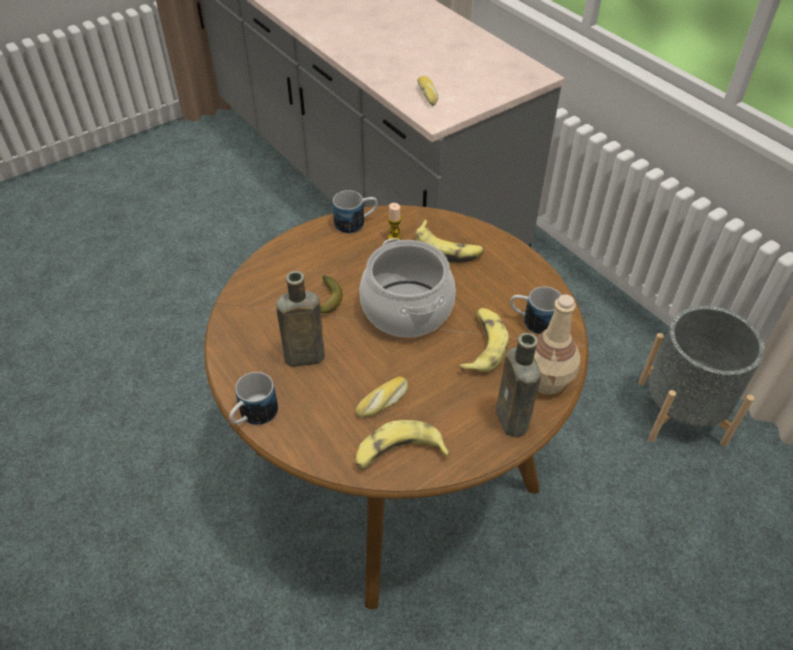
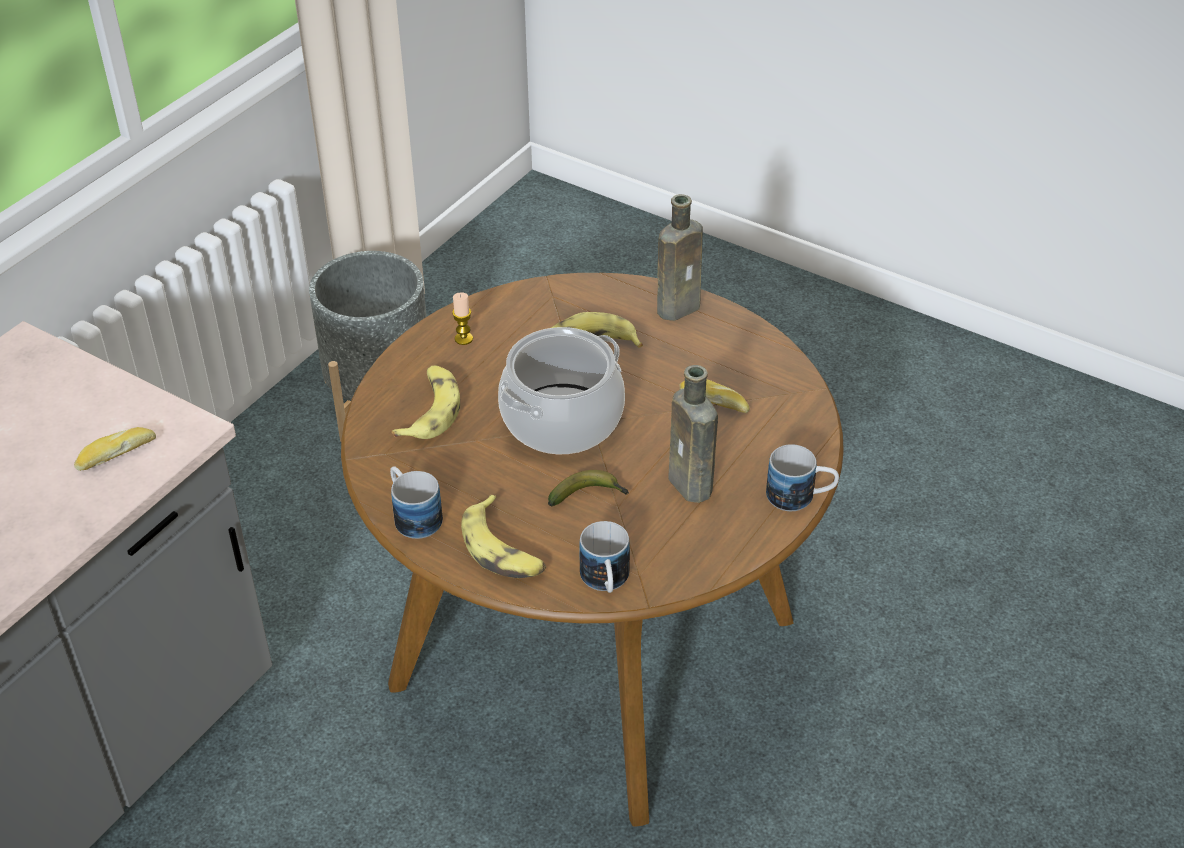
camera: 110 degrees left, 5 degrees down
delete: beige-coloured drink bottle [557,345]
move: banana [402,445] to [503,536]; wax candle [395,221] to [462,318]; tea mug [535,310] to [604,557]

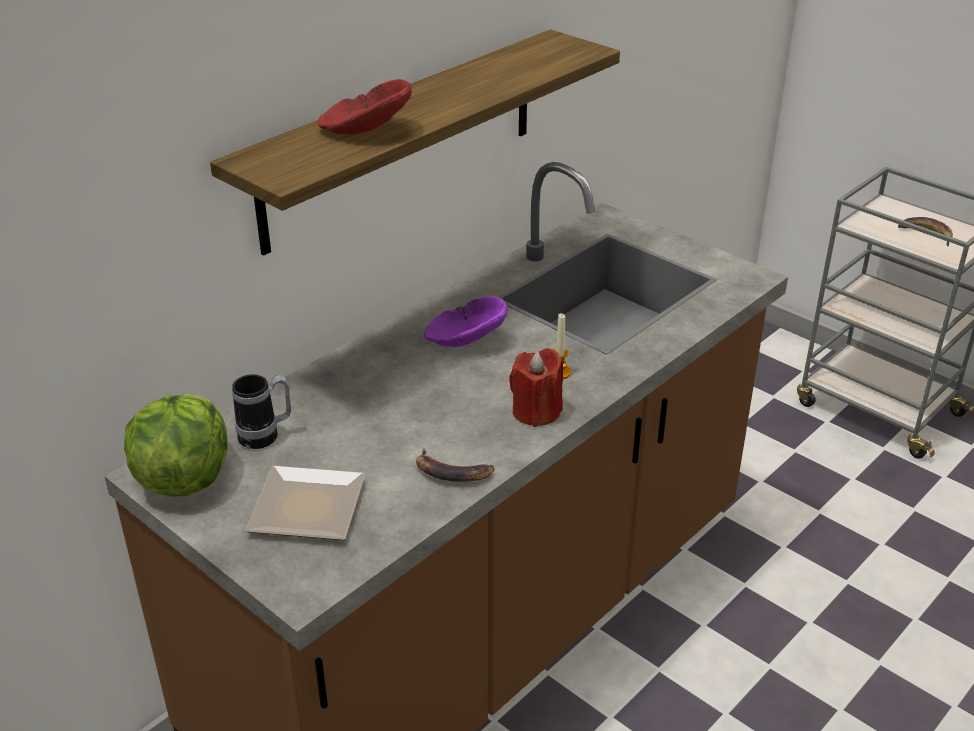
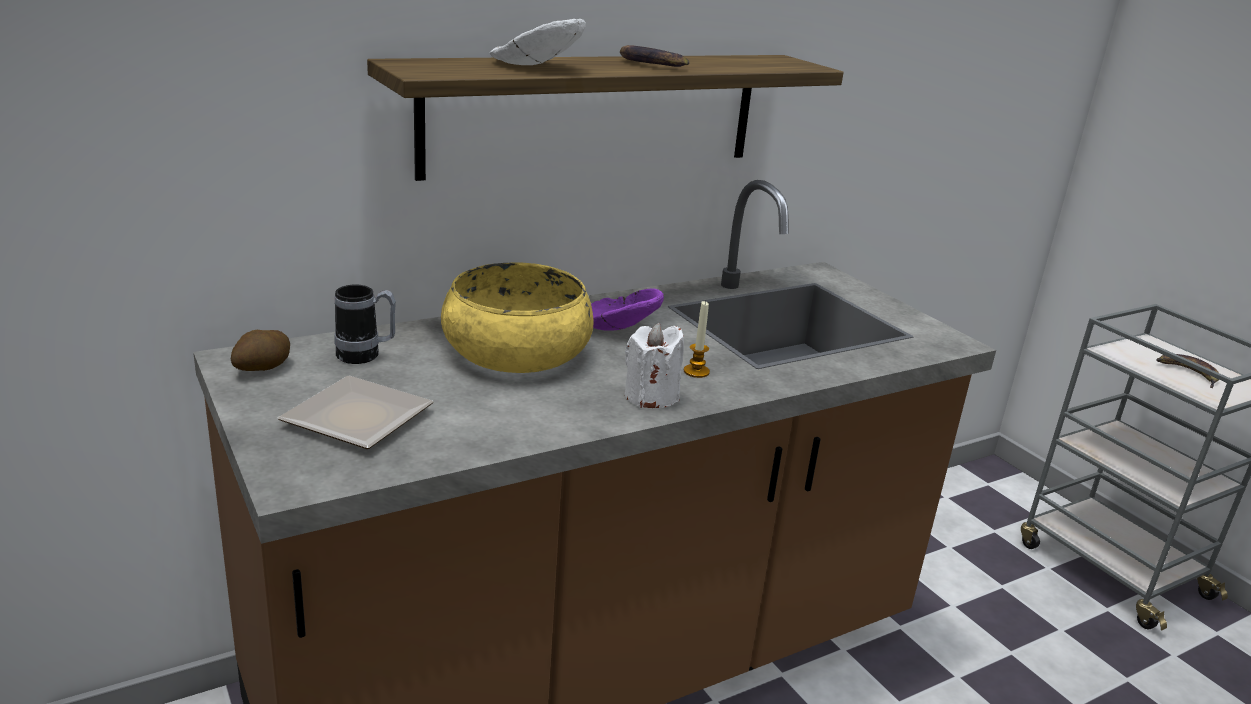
camera: 15 degrees right, 10 degrees down
insert: yellow serving bowl [517,317]
move: banana [455,465] to [655,56]
replace: lettuce head [175,445] to spud [260,350]
recolor: red-coloured serving bowl [365,107] to white-coloured serving bowl [537,42]; red-coloured wax candle [536,387] to white-coloured wax candle [654,365]

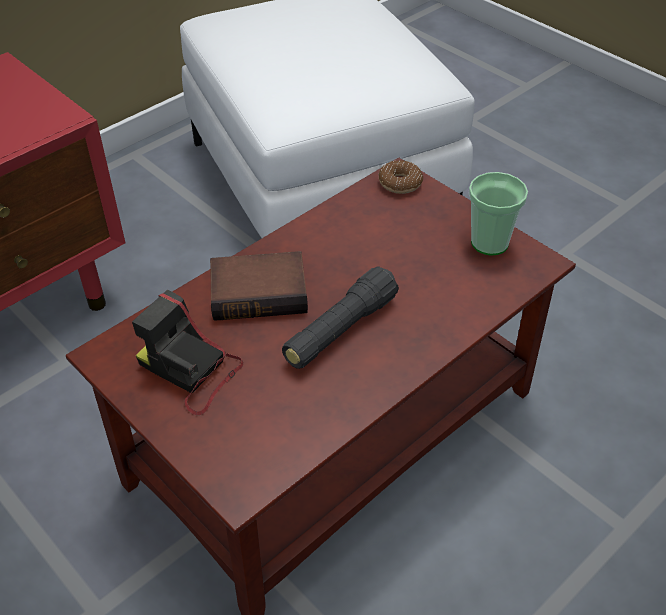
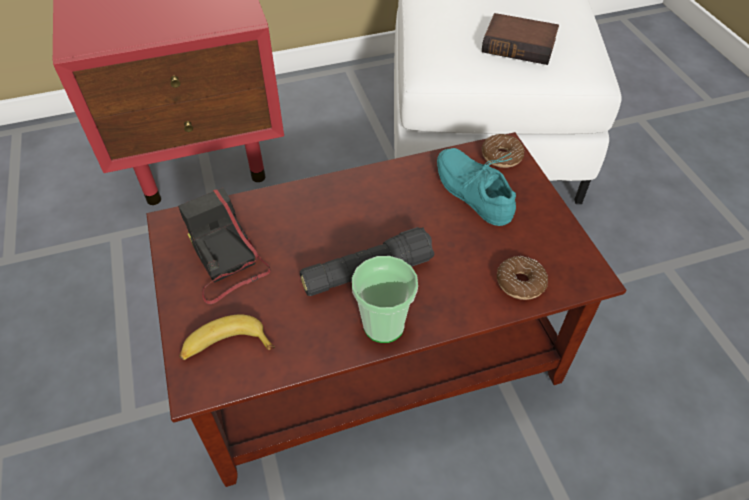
camera: 25 degrees right, 5 degrees up
insert: banana [227,337]; blue-green shoe [476,187]; ring doughnut [522,278]
move: book [259,286] to [520,39]; small cup [498,214] to [385,299]

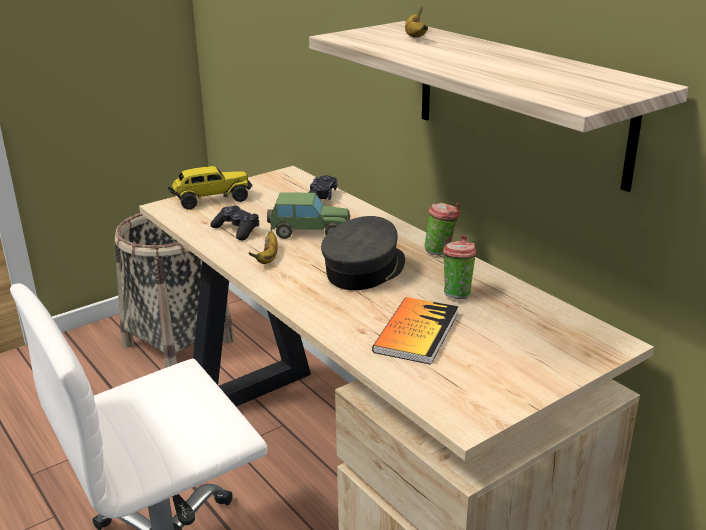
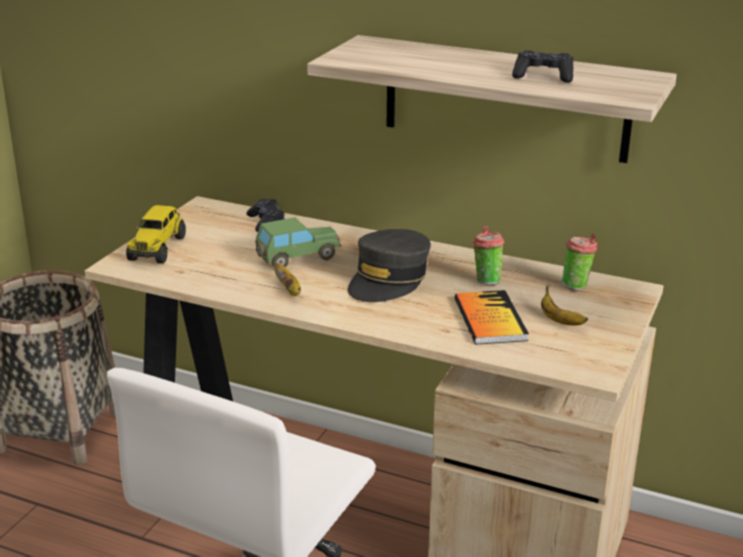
camera: 30 degrees left, 0 degrees up
move: black-coloured game controller [234,222] to [542,66]; banana [416,22] to [564,306]; small cup [442,229] to [580,262]
rotate: toy truck [209,188] = [156,234] 150 degrees clockwise; grey baseball cap [363,253] = [389,265] 150 degrees counterclockwise

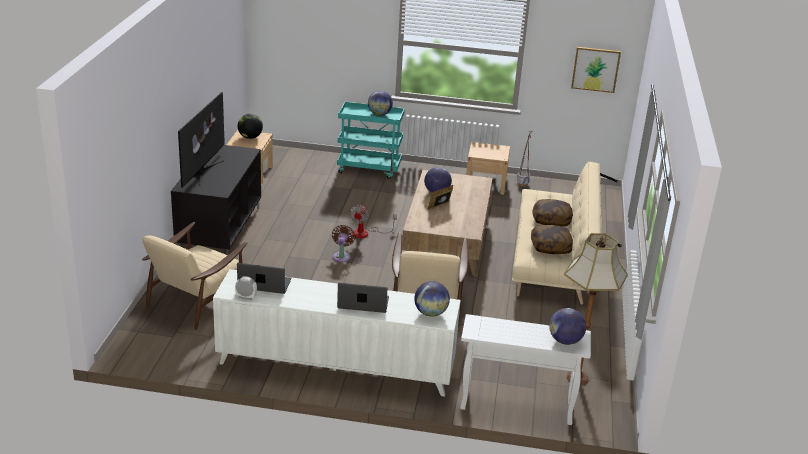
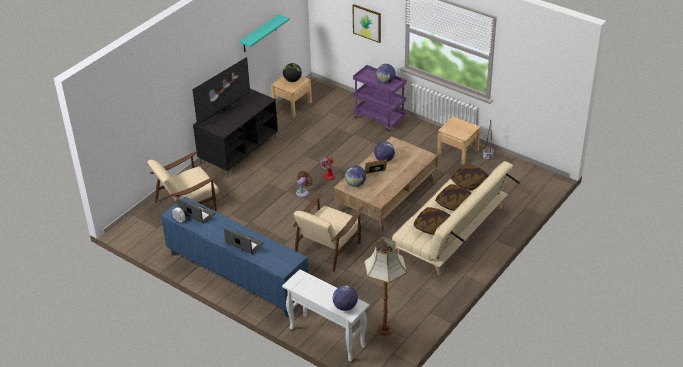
camera: 30 degrees right, 10 degrees up
insert: blue-green shelf [264,33]; pillow [470,177]
move: desk globe [432,299] to [355,176]; wall picture [596,70] to [366,23]
recolor: white-coloured cupboard [337,333] to blue-coloured cupboard [234,257]; blue-green trolley [371,140] to purplish trolley [379,98]

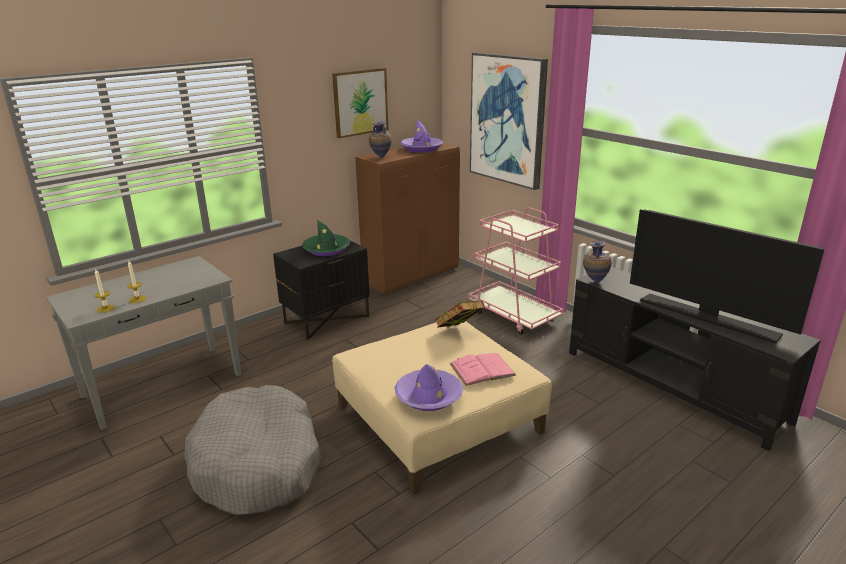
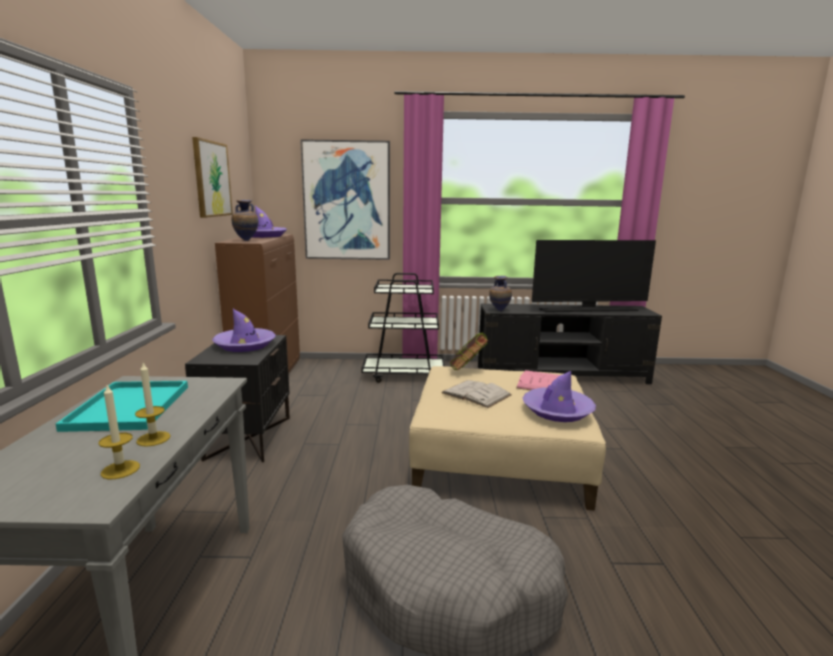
camera: 50 degrees left, 10 degrees down
insert: blue-green tray [122,406]; white-coloured book [476,394]
recolor: greenish wearable hat [326,238] to purplish wearable hat [244,330]; pink trolley [515,271] to black-coloured trolley [403,328]

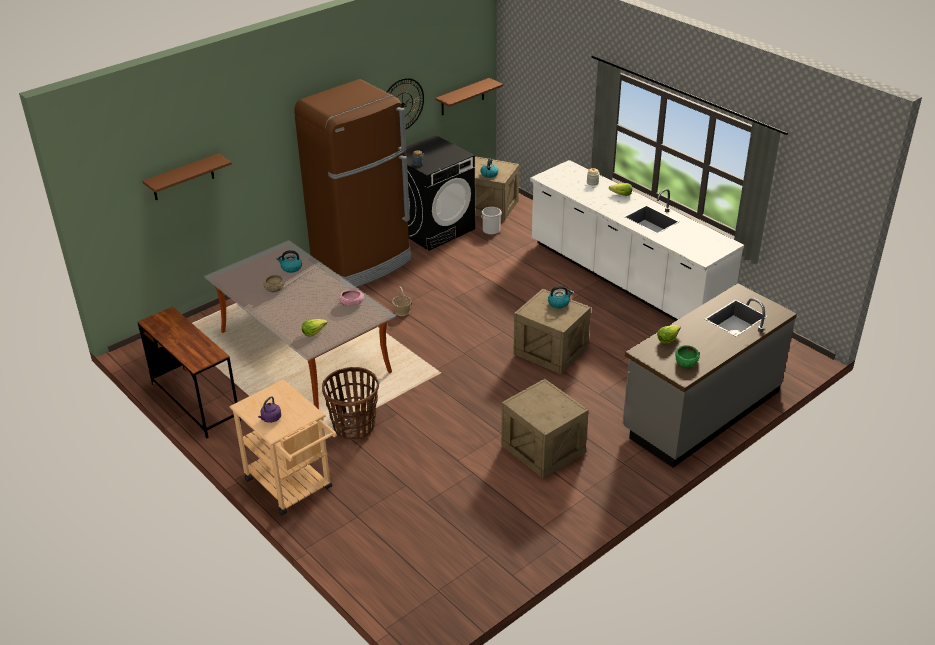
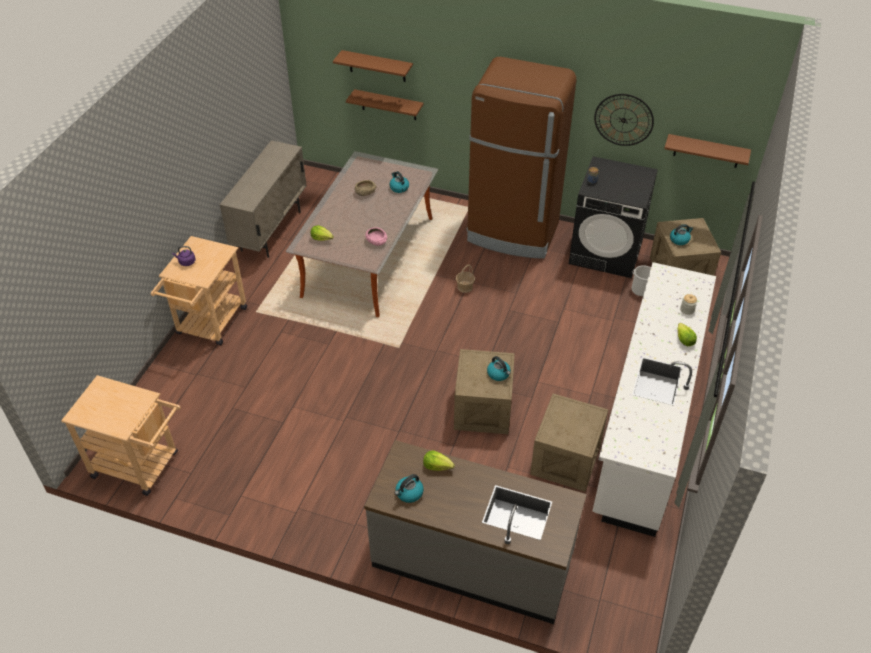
camera: 60 degrees right, 10 degrees up
delete: storage basket [350,403]
insert: beige-coloured trolley [121,435]; brown-coloured shelf [385,104]
move: crate [545,429] to [569,443]
replace: brown-coloured desk table [189,372] to beige-coloured cupboard [263,199]; greenish serving bowl [687,356] to tea kettle [409,488]

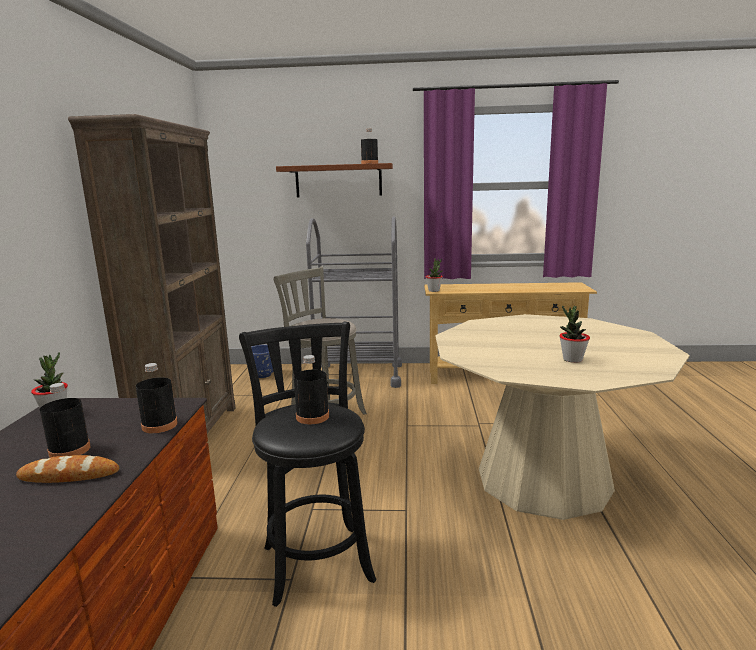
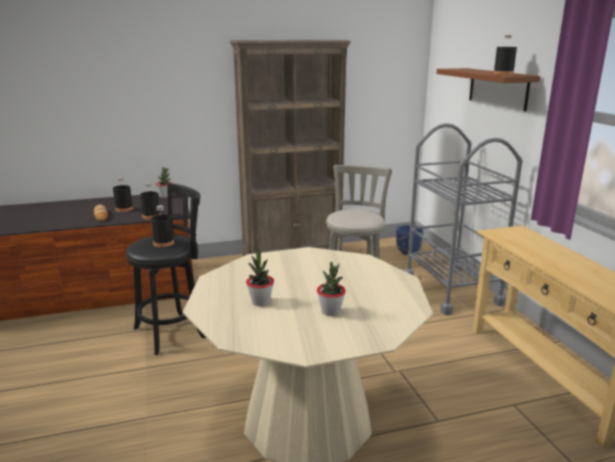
camera: 70 degrees right, 5 degrees up
move: plant in a pot [434,275] to [331,289]

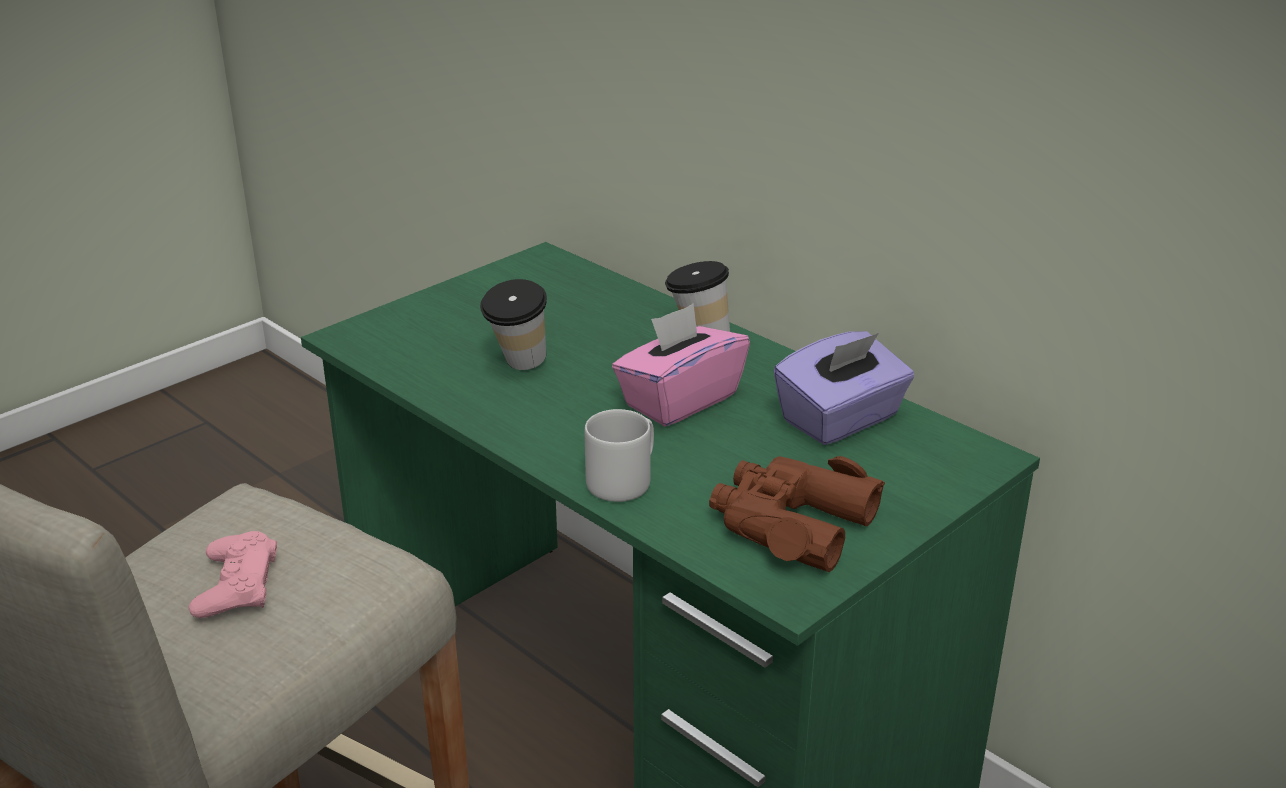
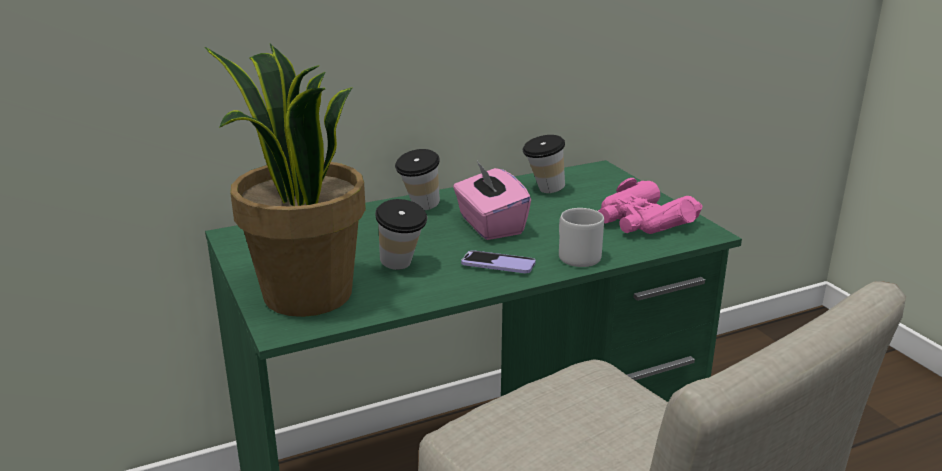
camera: 70 degrees left, 5 degrees down
delete: pink game controller [233,574]
insert: plant in a pot [285,180]; telephone [498,261]
replace: purplish box of tissues [844,388] to small cup [543,164]
recolor: brown-coloured binoculars [797,514] to pink binoculars [650,206]

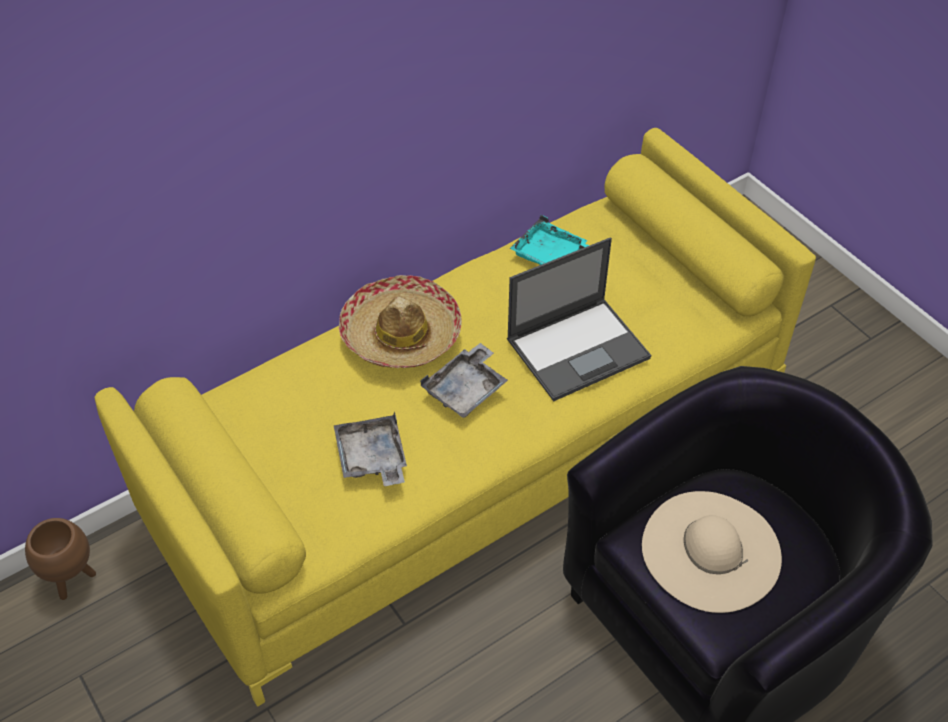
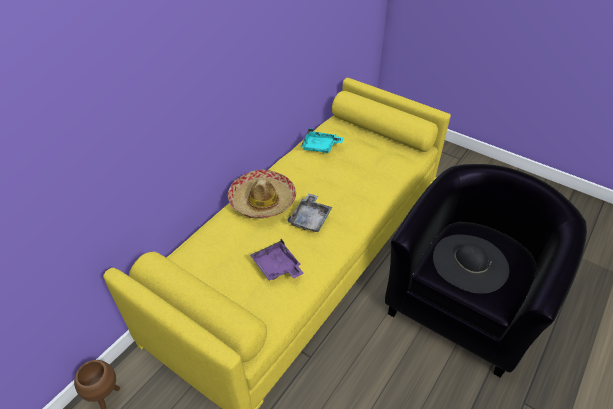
camera: 20 degrees left, 5 degrees down
delete: laptop [579,320]
recolor: grey tray [370,449] to purplish tray [277,260]; beige-coloured wearable hat [712,552] to black-coloured wearable hat [471,264]

